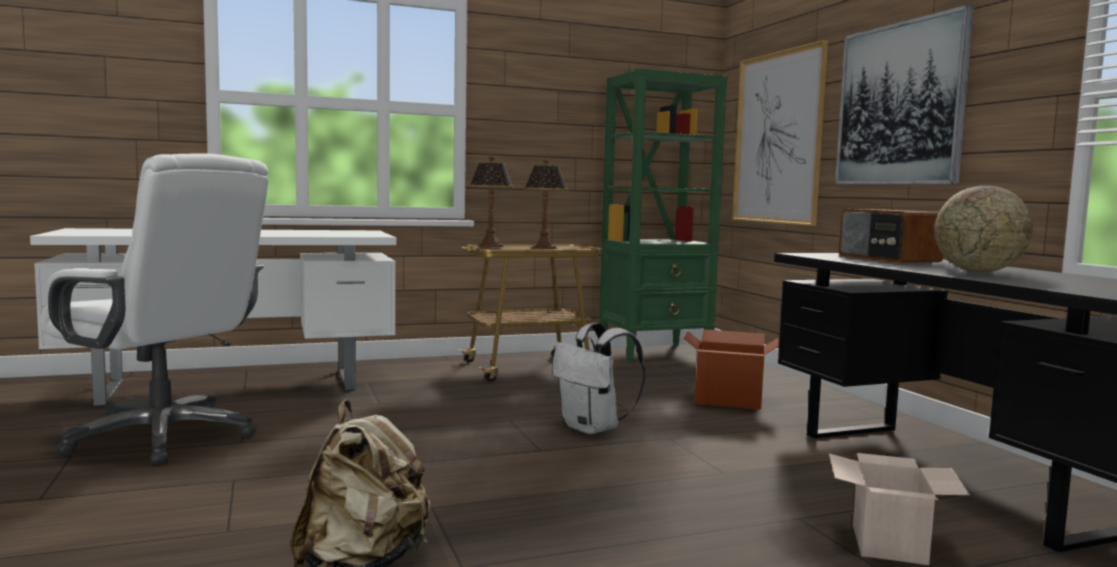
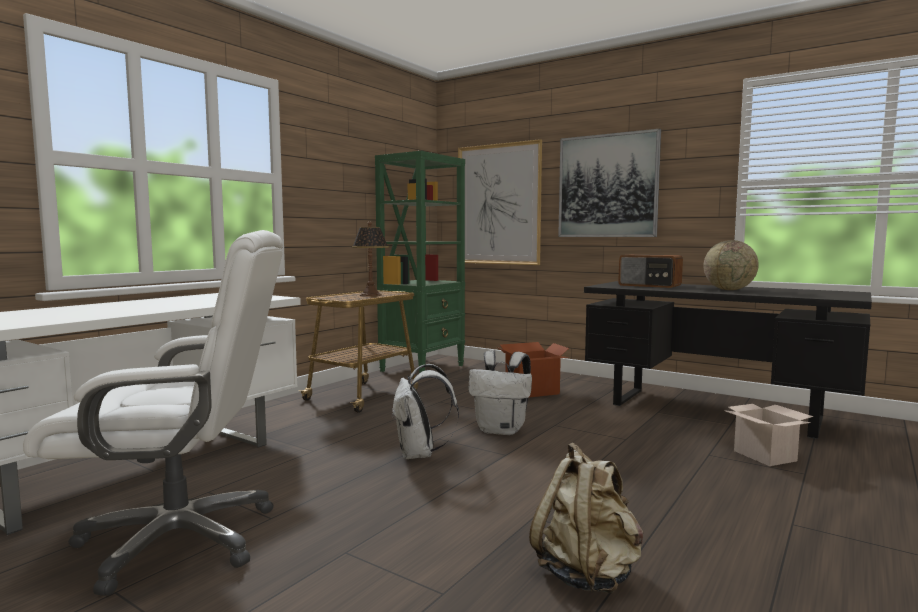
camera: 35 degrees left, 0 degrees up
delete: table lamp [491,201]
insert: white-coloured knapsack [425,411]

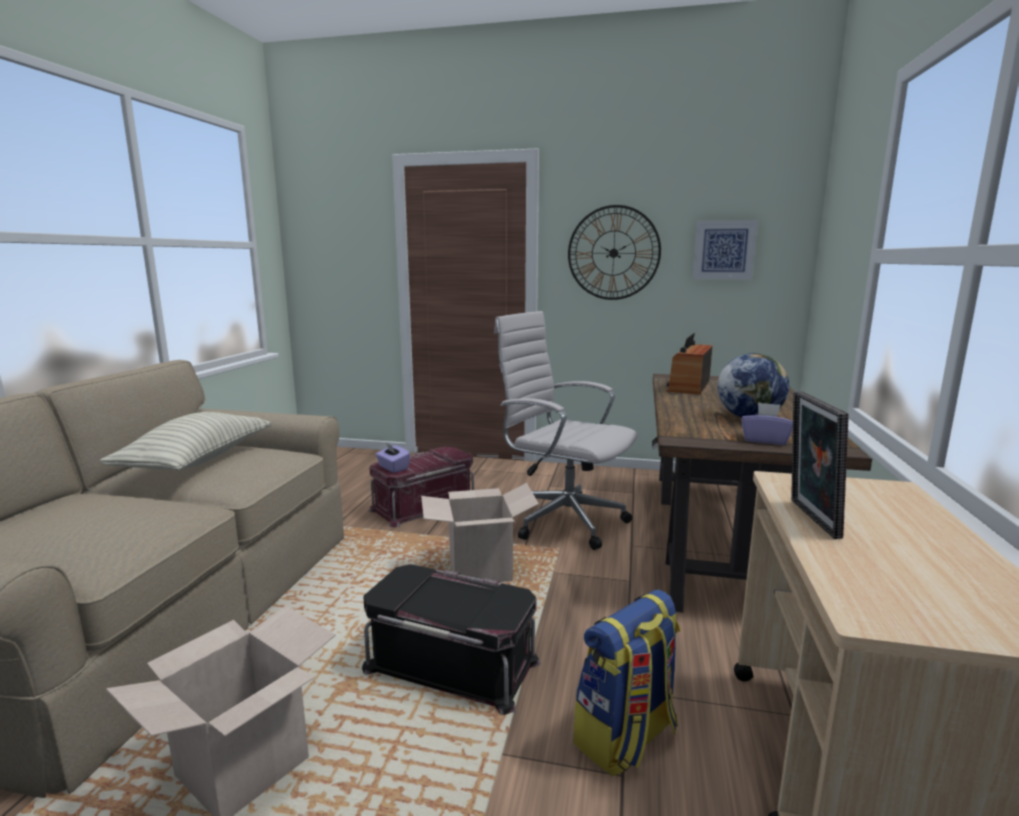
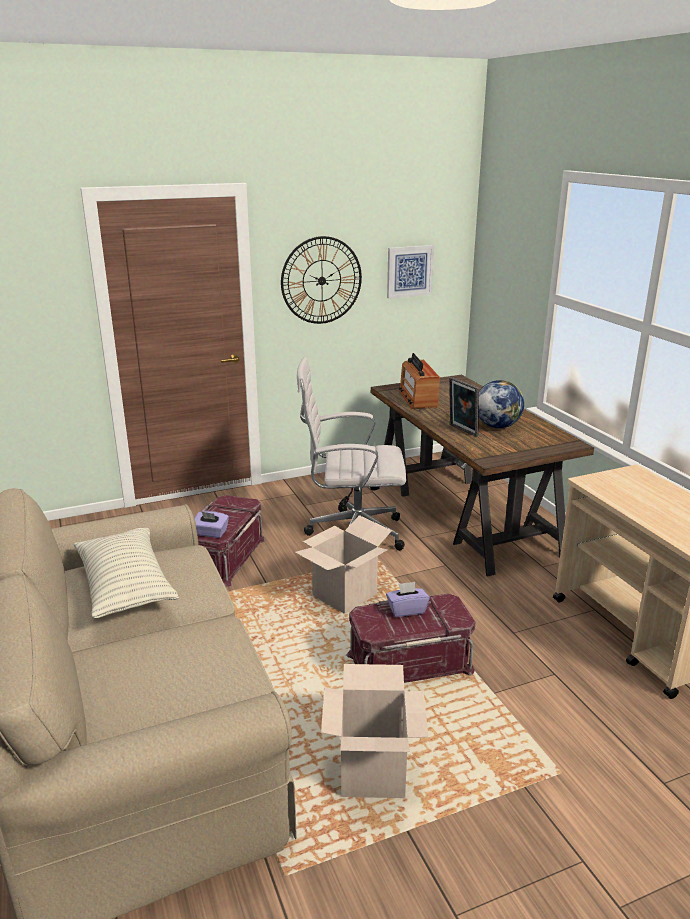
camera: 35 degrees left, 10 degrees up
delete: knapsack [627,683]
move: purplish box of tissues [767,423] to [408,599]; picture frame [820,465] to [464,407]
recolor: black-coloured storage bin [451,639] to red-coloured storage bin [411,638]

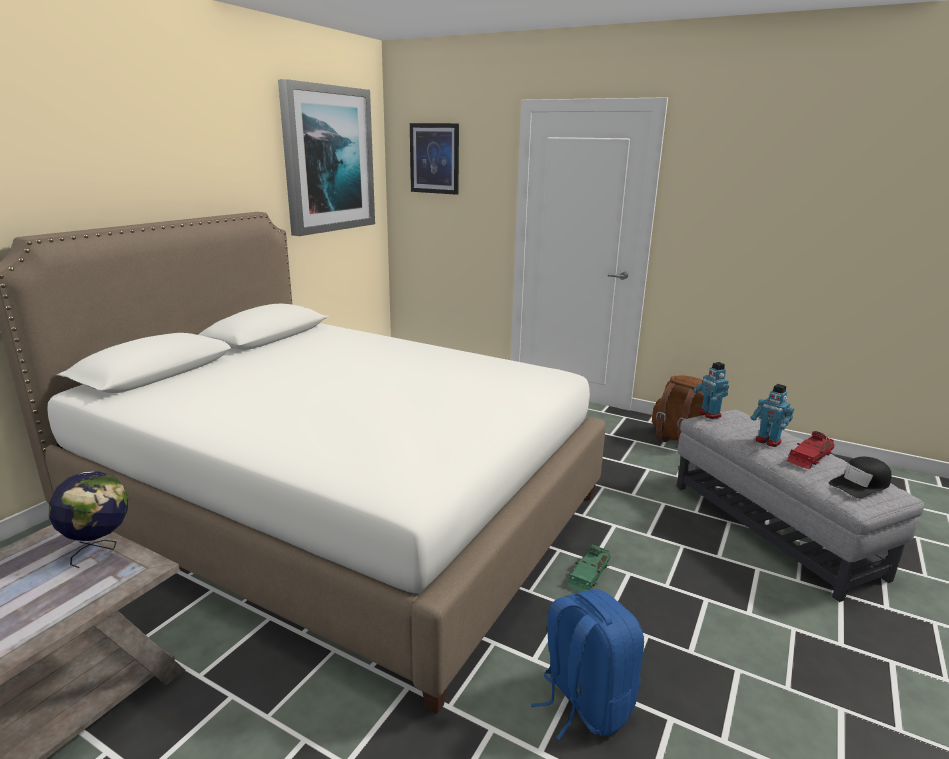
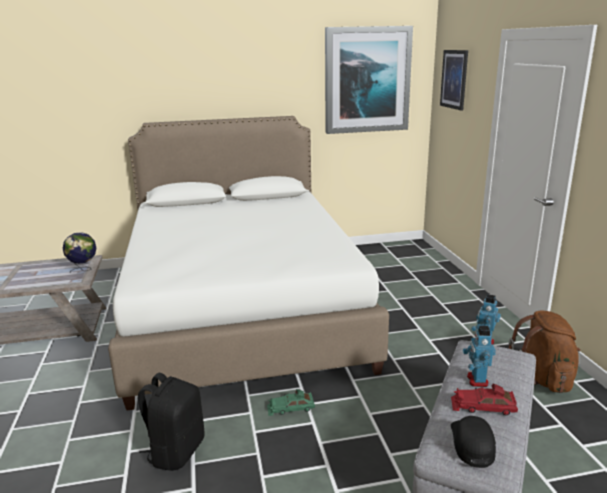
camera: 50 degrees right, 0 degrees up
recolor: blue-coloured knapsack [587,664] to black-coloured knapsack [171,422]
rotate: black-coloured baseball cap [860,477] = [473,442] 75 degrees clockwise

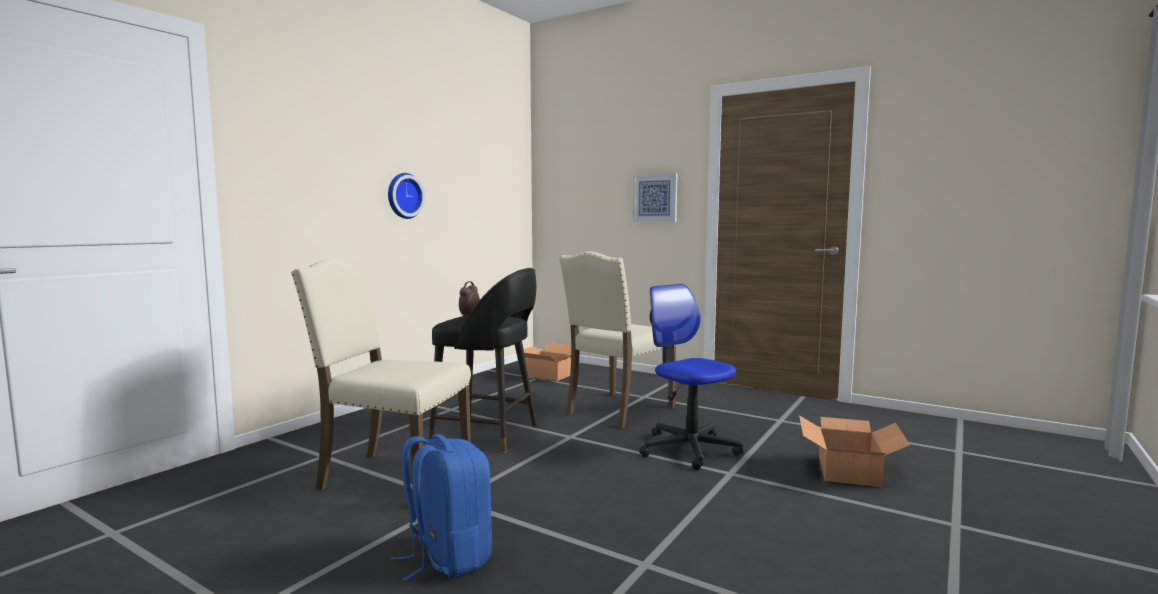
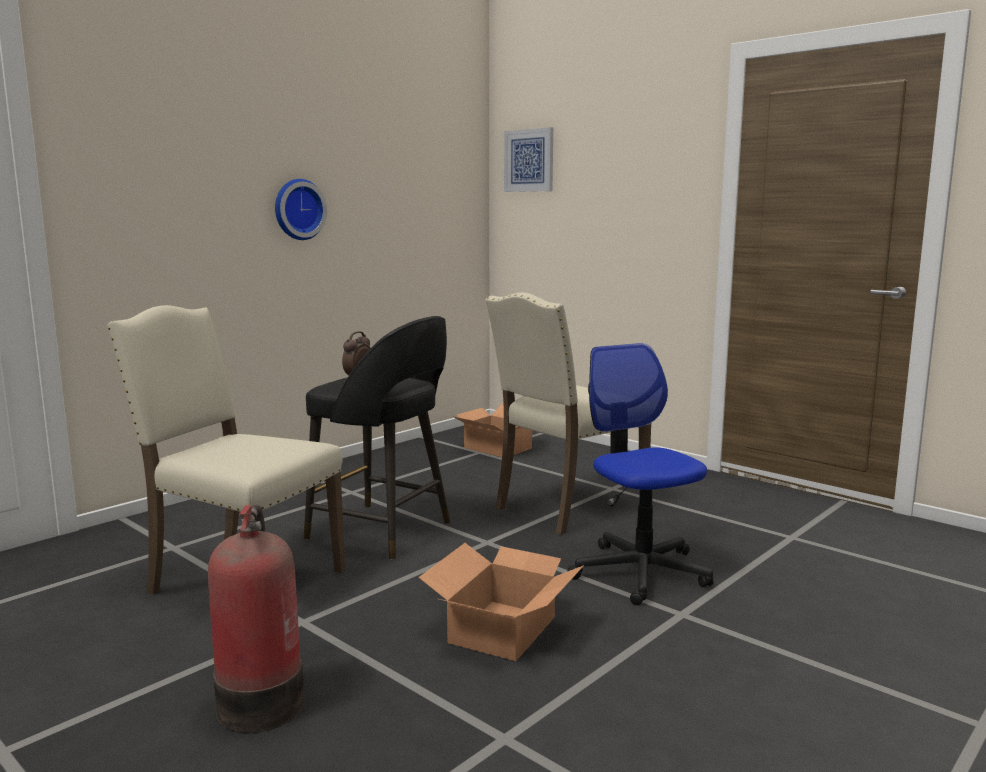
camera: 10 degrees right, 5 degrees up
move: wall picture [655,197] to [528,159]; cardboard box [854,451] to [501,602]
replace: blue-coloured knapsack [441,507] to extinguisher [256,618]

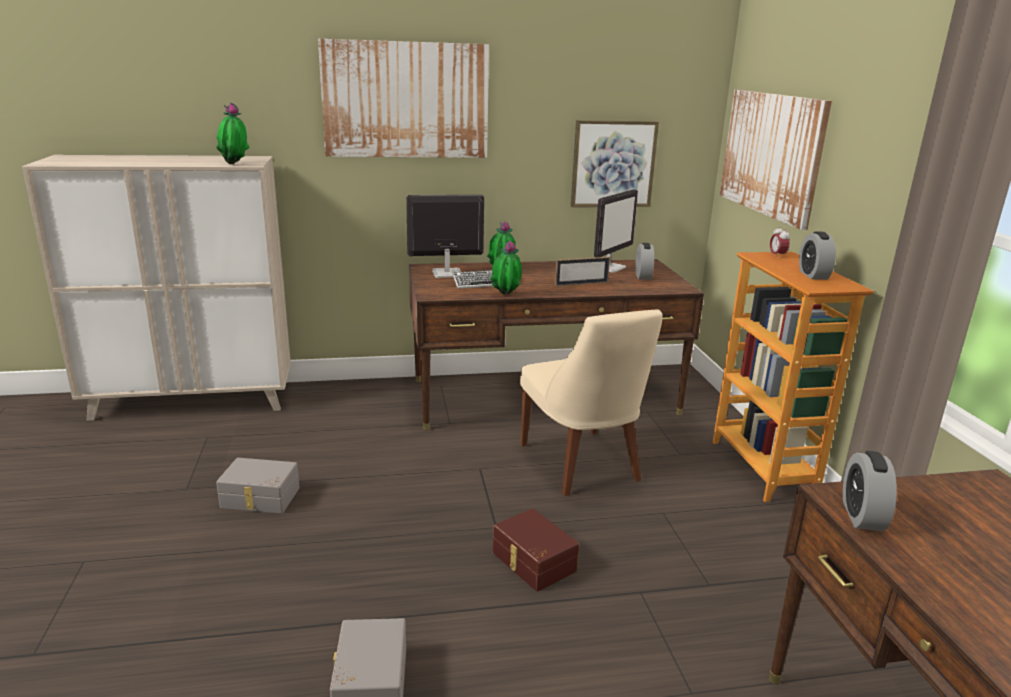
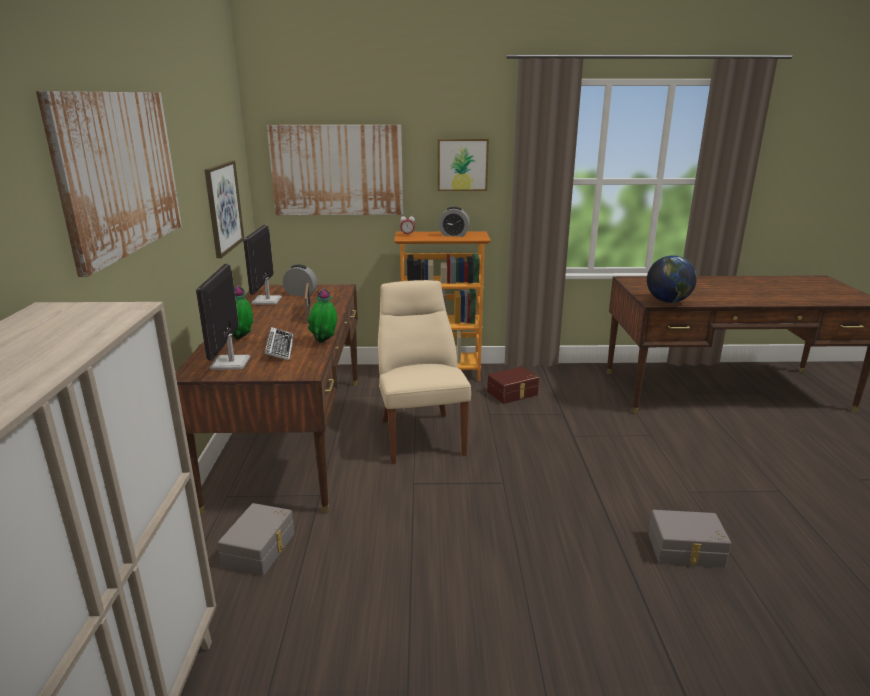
camera: 80 degrees left, 0 degrees up
delete: plant in a pot [233,133]
insert: wall picture [463,165]
move: grey storage bin [258,485] to [256,539]; brown-coloured storage bin [536,550] to [513,385]
replace: bedside clock [870,491] to desk globe [672,279]
rotate: beige-coloured upright chair [591,403] = [424,372] 90 degrees counterclockwise; computer display [616,231] = [262,265] 135 degrees counterclockwise

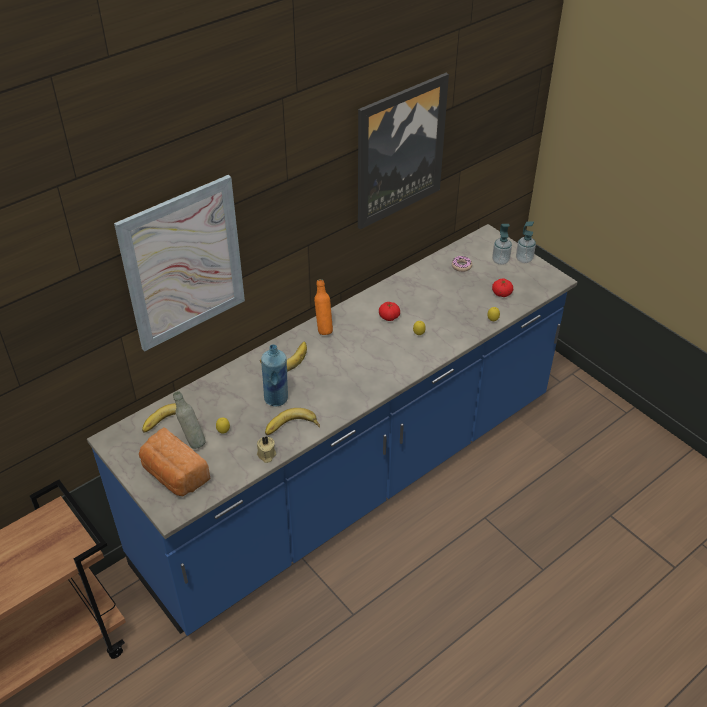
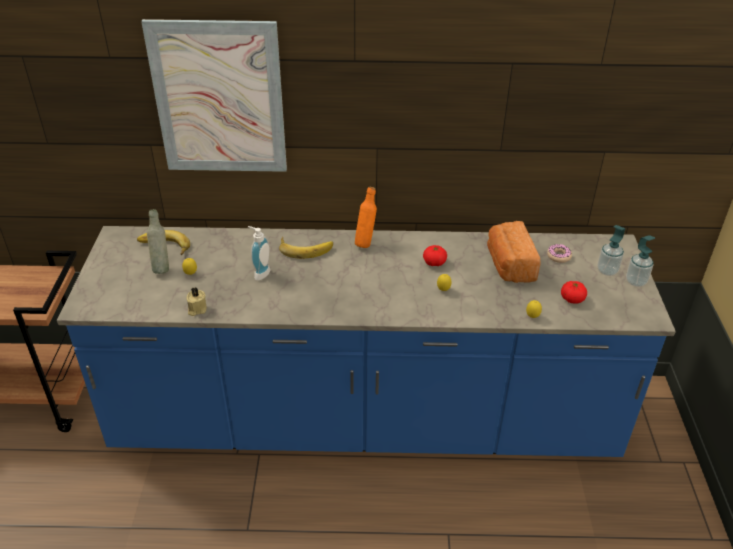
camera: 40 degrees right, 5 degrees down
delete: banana [292,421]; wall picture [403,151]
move: baked bread [175,461] to [514,252]
replace: blue-coloured drink bottle [274,375] to soap bottle [259,253]

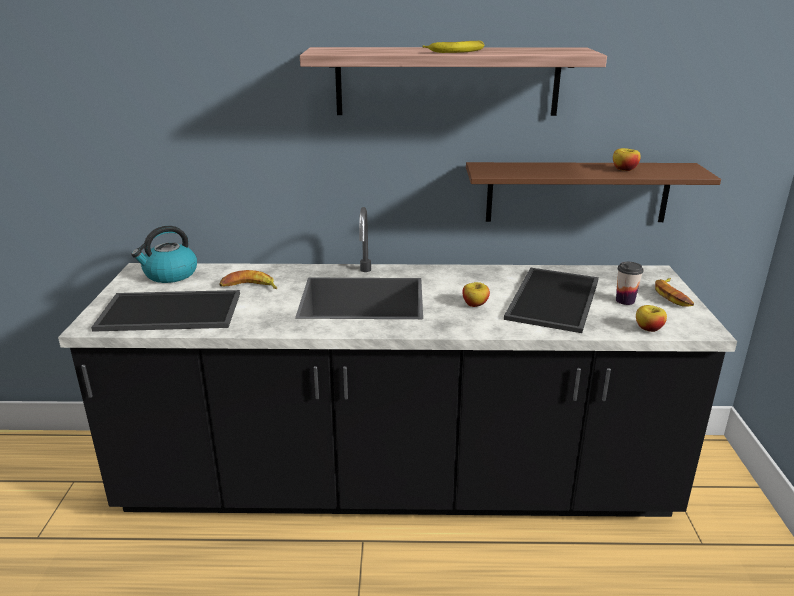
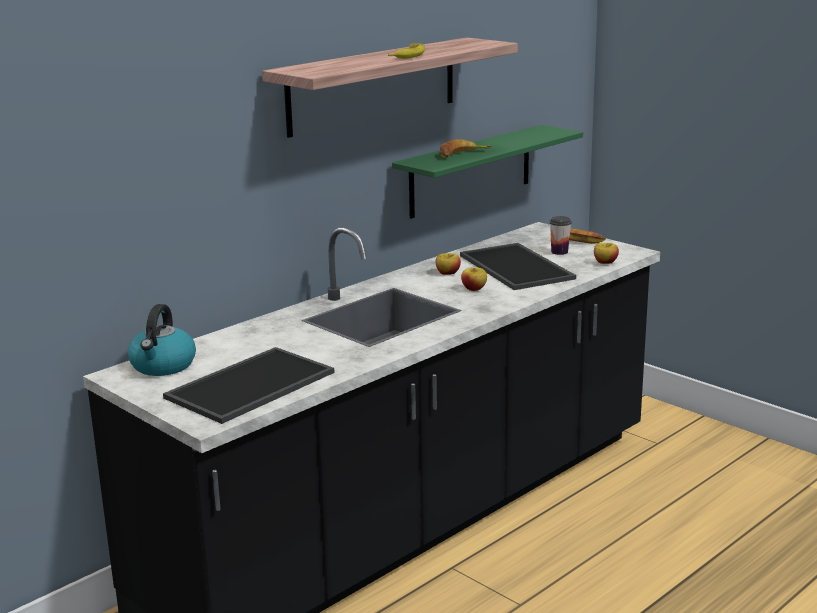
camera: 45 degrees left, 5 degrees down
move: banana [248,279] to [465,148]; apple fruit [627,159] to [448,264]
recolor: brown-coloured shelf [593,192] to greenish shelf [487,172]

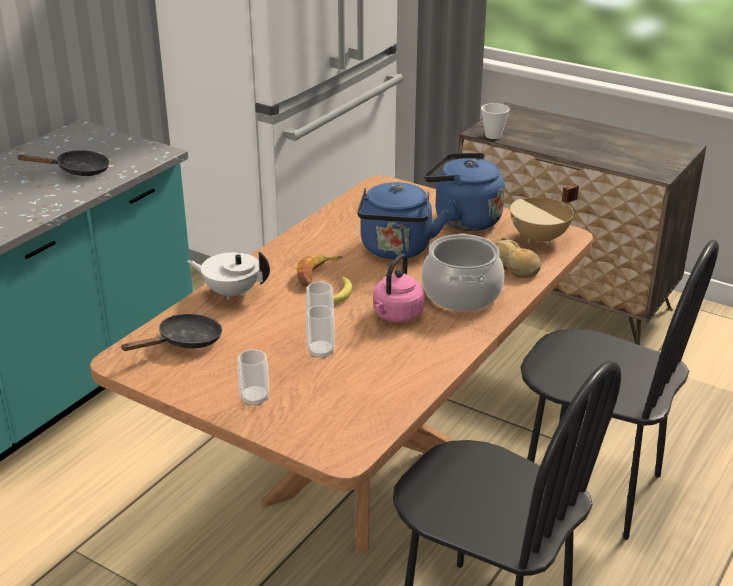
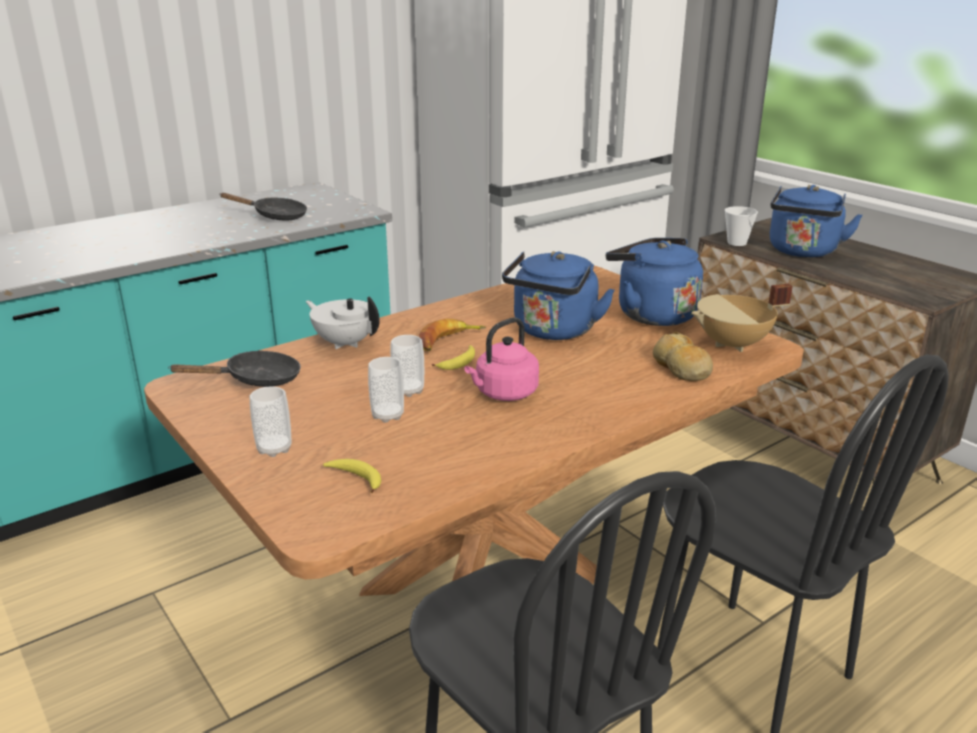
camera: 20 degrees right, 5 degrees down
delete: cooking pot [462,272]
insert: banana [352,476]; blue-coloured tea kettle [816,221]

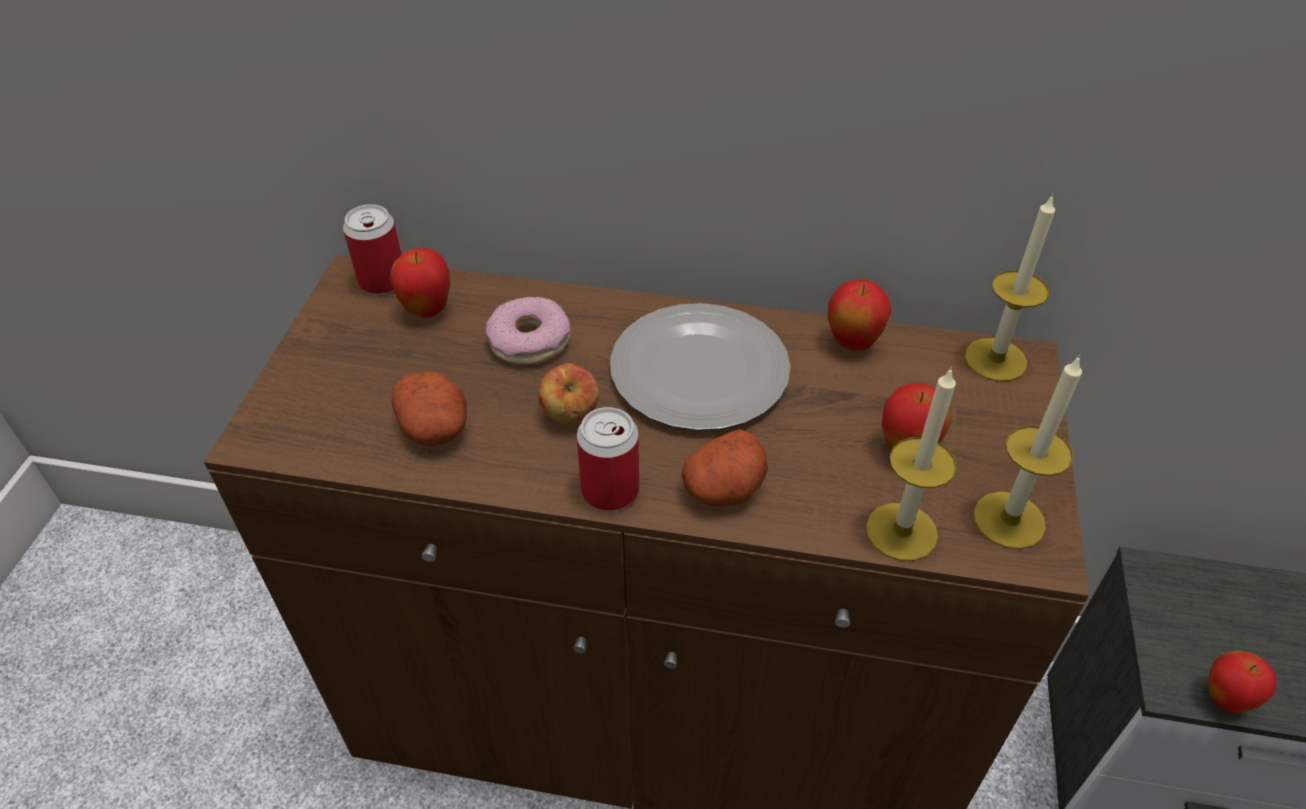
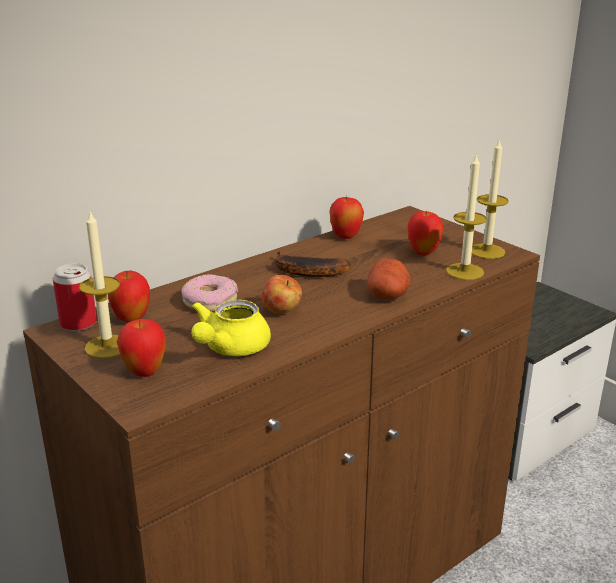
camera: 50 degrees left, 20 degrees down
delete: metal can [608,459]
move: wax candle [1010,288] to [99,285]; apple fruit [1242,682] to [141,348]
replace: spud [429,409] to yellow pot for tea [231,328]; plate [700,367] to banana [313,264]

